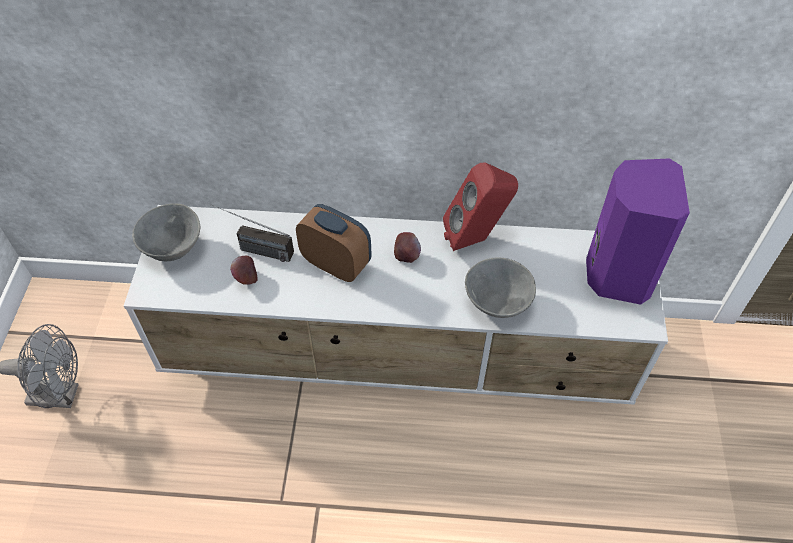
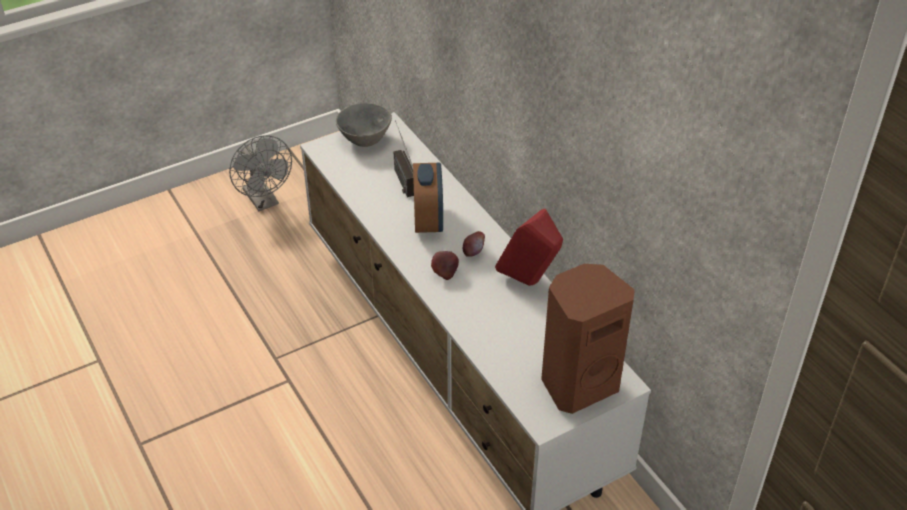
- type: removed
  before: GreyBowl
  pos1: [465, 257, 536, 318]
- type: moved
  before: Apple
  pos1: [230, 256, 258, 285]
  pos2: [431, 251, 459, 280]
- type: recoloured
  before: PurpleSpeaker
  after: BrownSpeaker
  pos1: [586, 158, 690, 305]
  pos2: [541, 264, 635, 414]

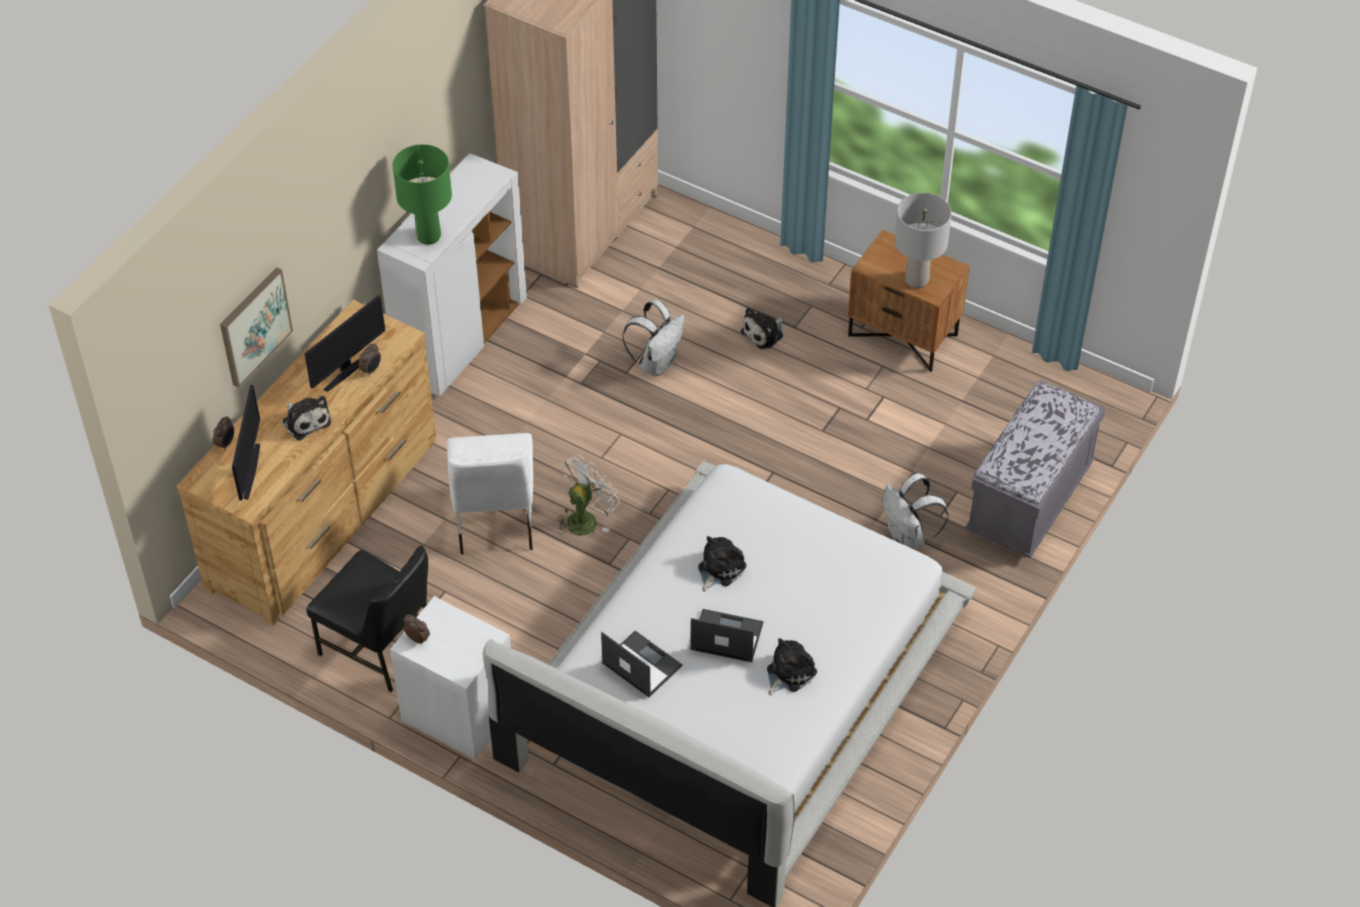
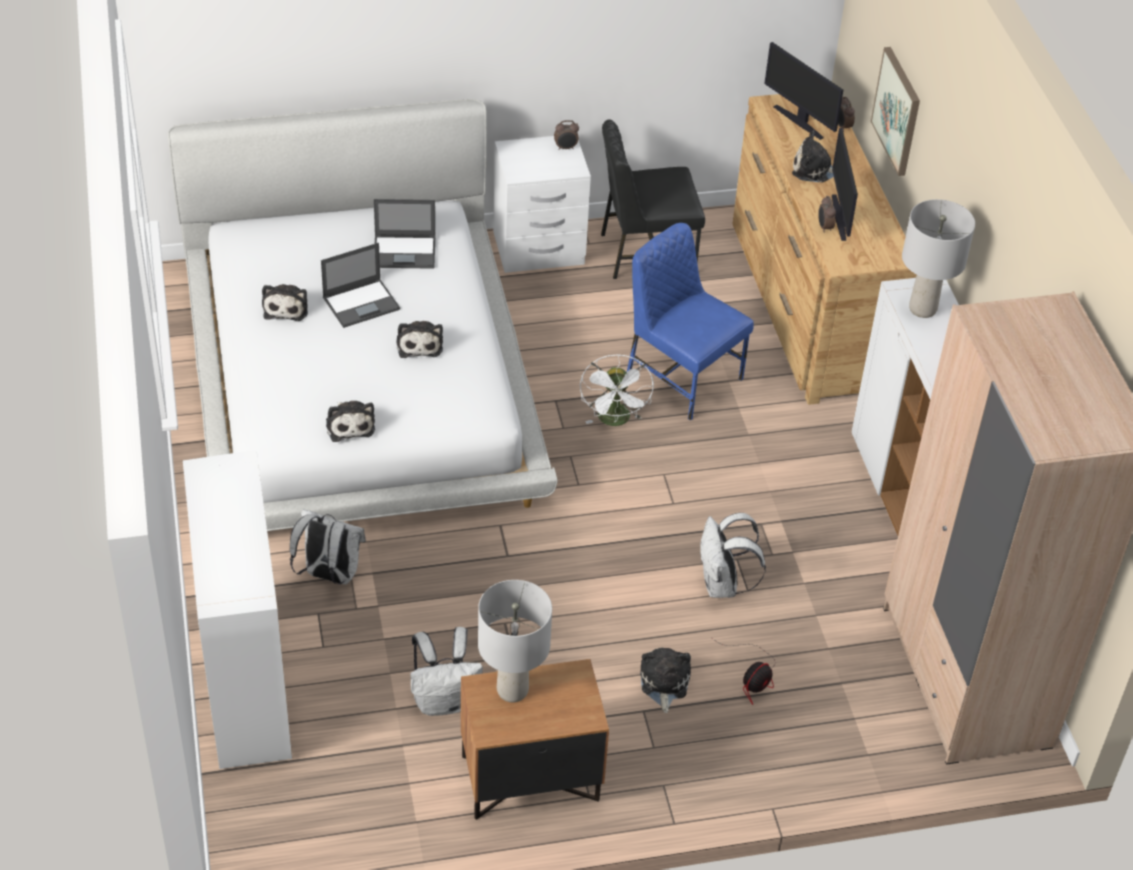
- type: added
  after: PlushToy
  pos2: [326, 401, 375, 442]
- type: added
  after: WhiteBackpack
  pos2: [410, 627, 483, 716]
- type: added
  after: Fan
  pos2: [712, 638, 776, 705]
- type: replaced
  before: GreyBench
  after: WhiteCabinet
  pos1: [965, 380, 1105, 558]
  pos2: [183, 450, 292, 769]
- type: recoloured
  before: GreenTableLamp
  after: GreyTableLamp
  pos1: [393, 144, 452, 245]
  pos2: [902, 199, 975, 318]
- type: recoloured
  before: WhiteChair
  after: BlueChair
  pos1: [447, 433, 533, 555]
  pos2: [627, 223, 754, 421]

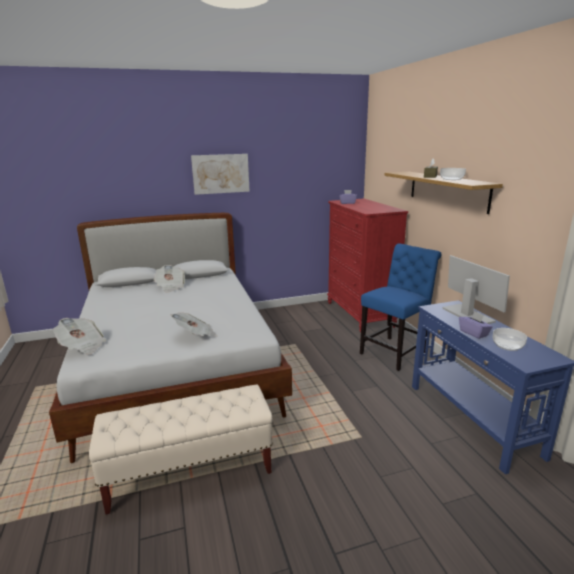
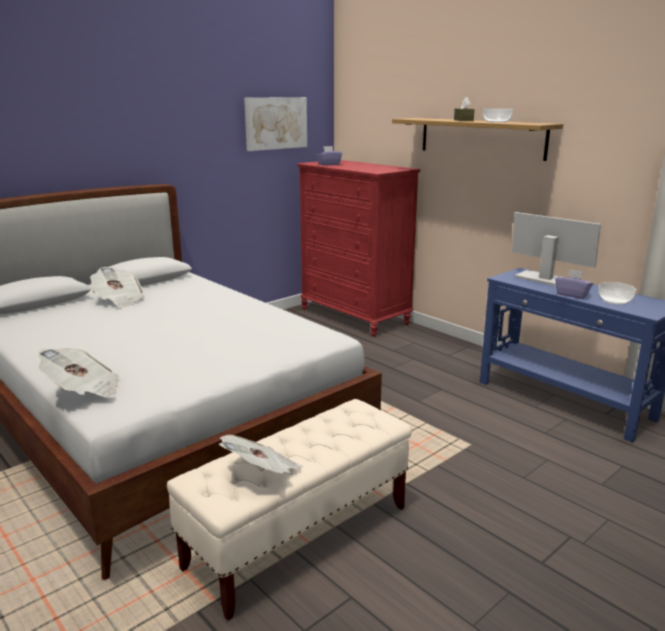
- type: removed
  before: BlueChair
  pos1: [360, 244, 441, 371]
- type: moved
  before: Newspaper
  pos1: [171, 313, 217, 337]
  pos2: [219, 435, 303, 474]
- type: moved
  before: Picture
  pos1: [191, 154, 250, 195]
  pos2: [244, 97, 307, 151]

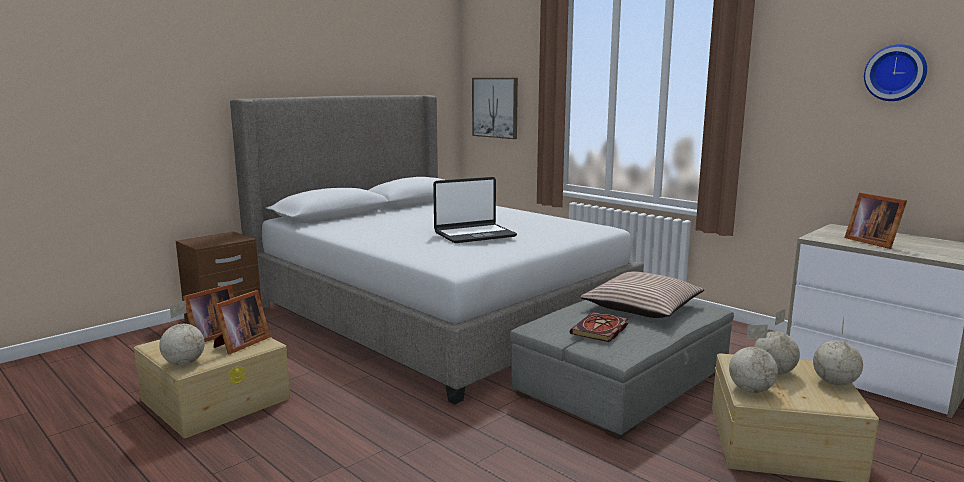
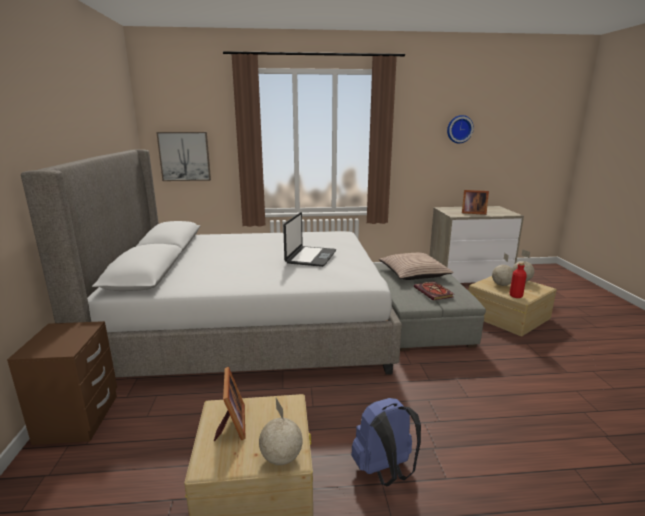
- type: removed
  before: PictureFrame
  pos1: [214, 290, 270, 354]
- type: added
  after: BlueBackpack
  pos2: [351, 398, 421, 486]
- type: replaced
  before: Globe
  after: RedBottle
  pos1: [729, 324, 778, 393]
  pos2: [510, 262, 527, 298]

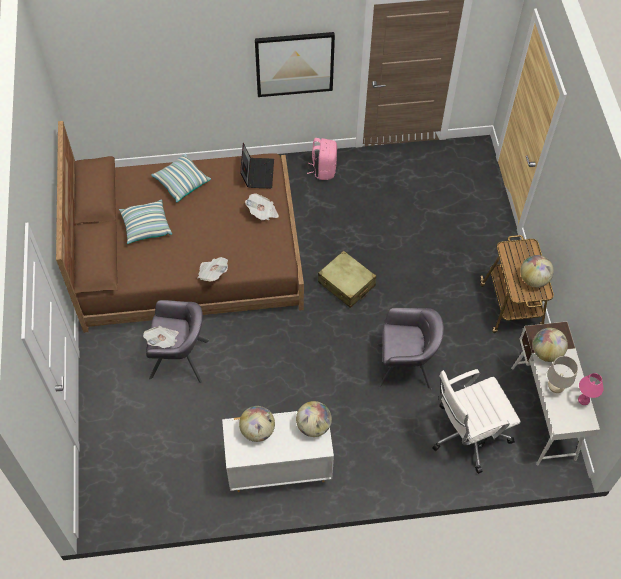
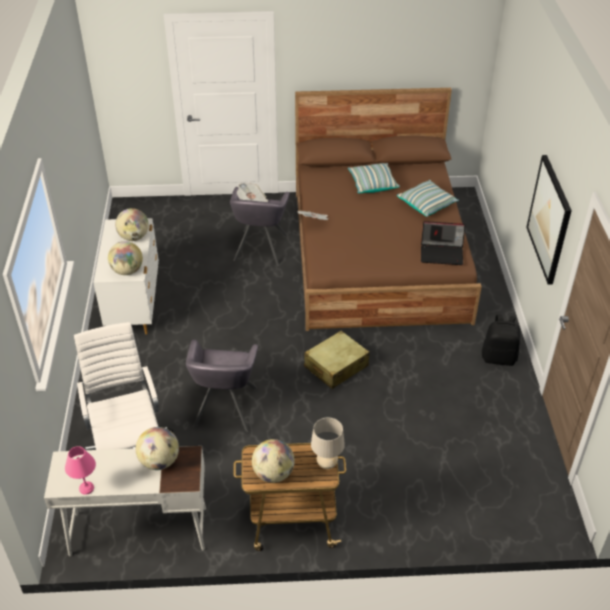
- type: removed
  before: Newspaper
  pos1: [245, 193, 279, 221]
- type: moved
  before: BeigeTableLamp
  pos1: [547, 356, 578, 393]
  pos2: [311, 418, 345, 469]
- type: recoloured
  before: PinkBackpack
  after: BlackBackpack
  pos1: [307, 138, 337, 180]
  pos2: [482, 315, 520, 366]

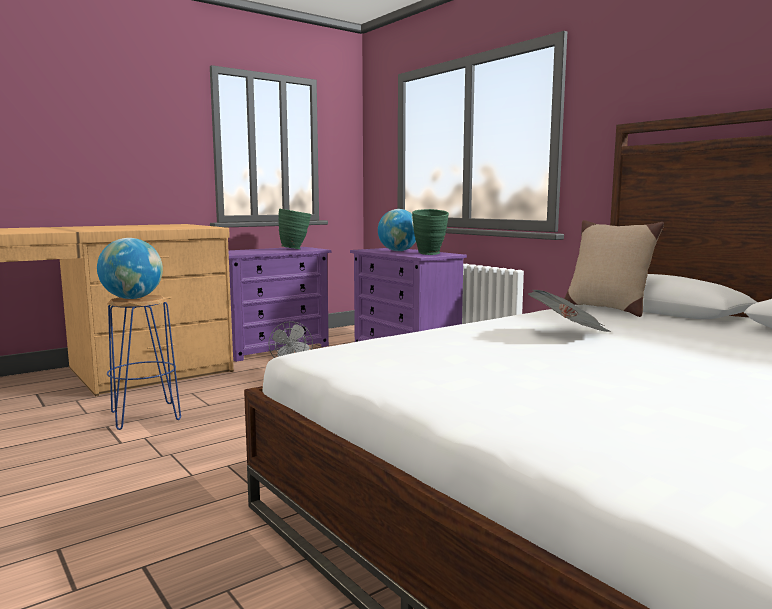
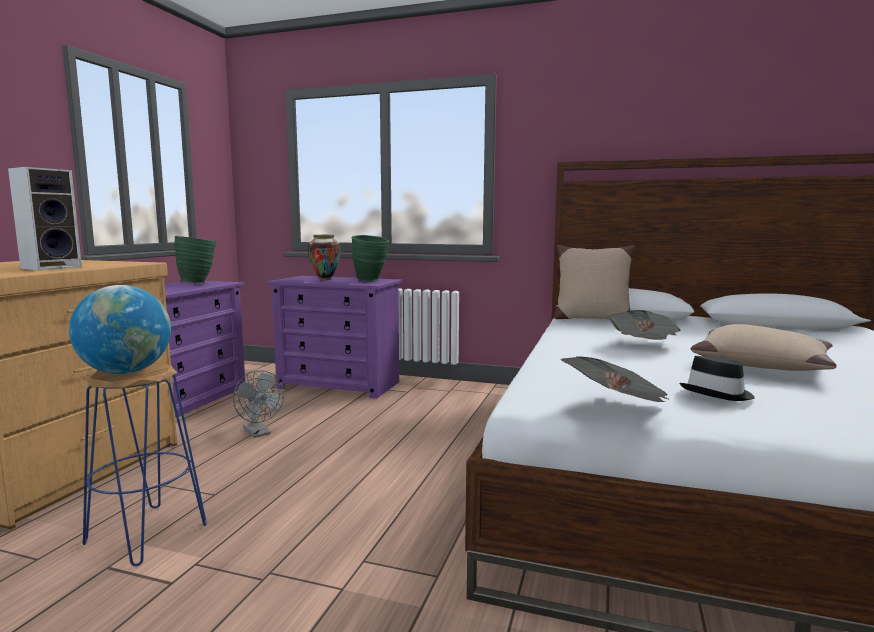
- type: added
  after: Speaker
  pos2: [8, 167, 82, 270]
- type: added
  after: Newspaper
  pos2: [560, 357, 670, 402]
- type: added
  after: BlackHat
  pos2: [679, 356, 755, 401]
- type: added
  after: BeigePillow
  pos2: [690, 324, 836, 371]
- type: replaced
  before: Globe
  after: Vase
  pos1: [378, 209, 416, 251]
  pos2: [308, 235, 341, 280]

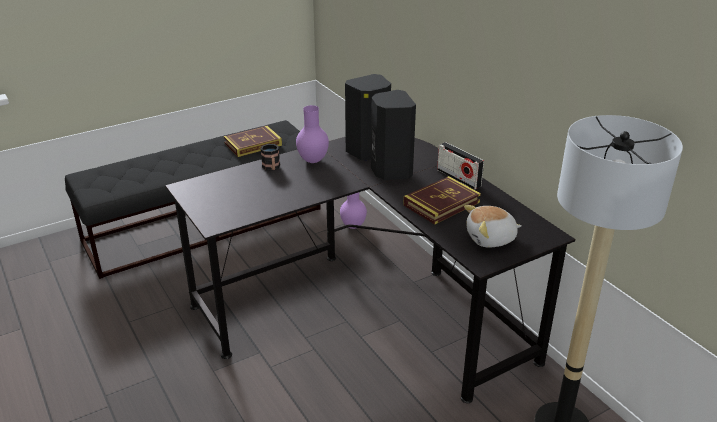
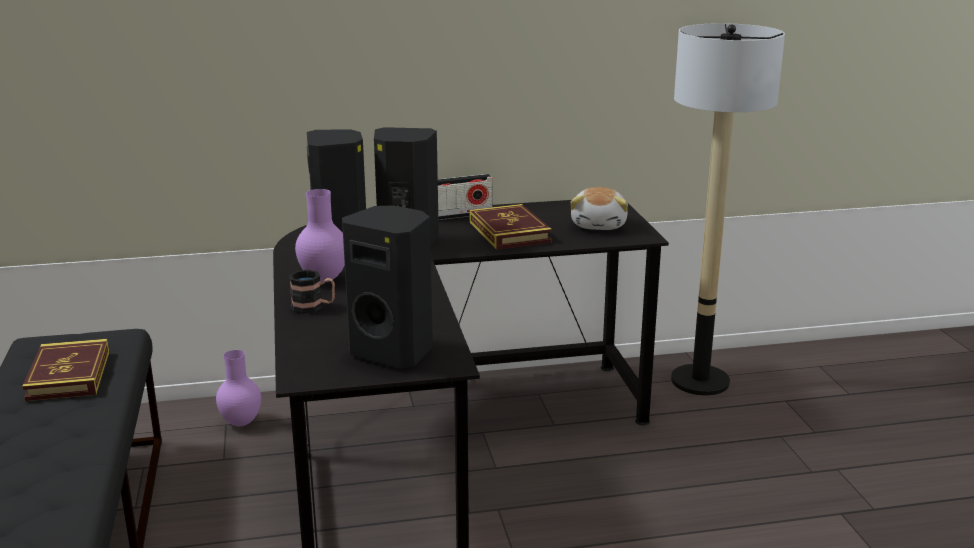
- type: added
  after: BlackSpeaker
  pos2: [342, 205, 433, 369]

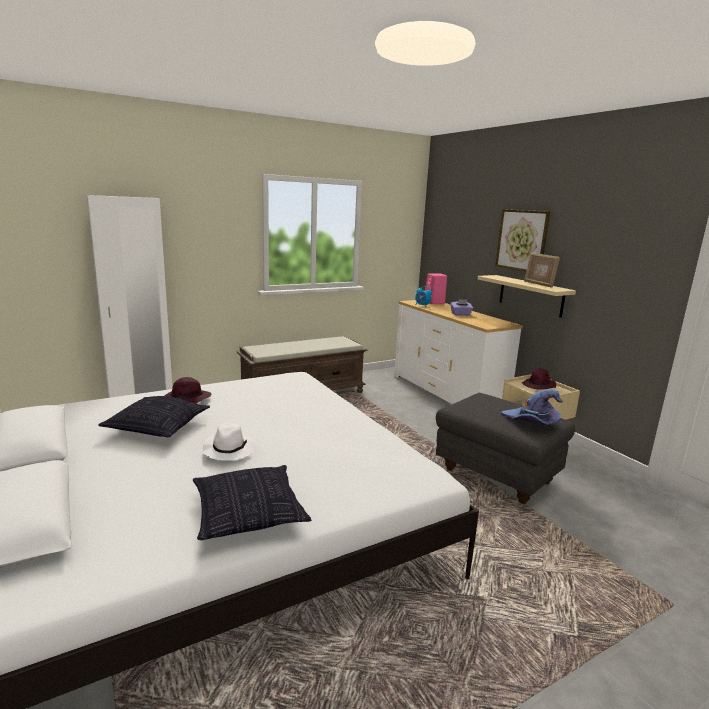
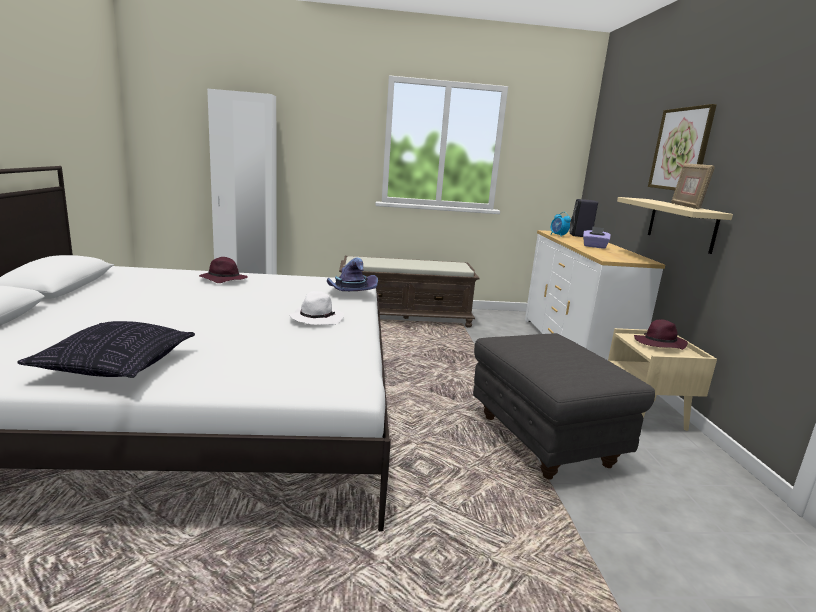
- type: removed
  before: Pillow
  pos1: [98, 396, 210, 437]
- type: moved
  before: WhiteHat
  pos1: [202, 423, 255, 461]
  pos2: [289, 291, 344, 325]
- type: moved
  before: PurpleHat
  pos1: [501, 389, 563, 425]
  pos2: [327, 258, 378, 291]
- type: recoloured
  before: PinkSpeaker
  after: BlackSpeaker
  pos1: [425, 273, 447, 304]
  pos2: [570, 199, 598, 237]

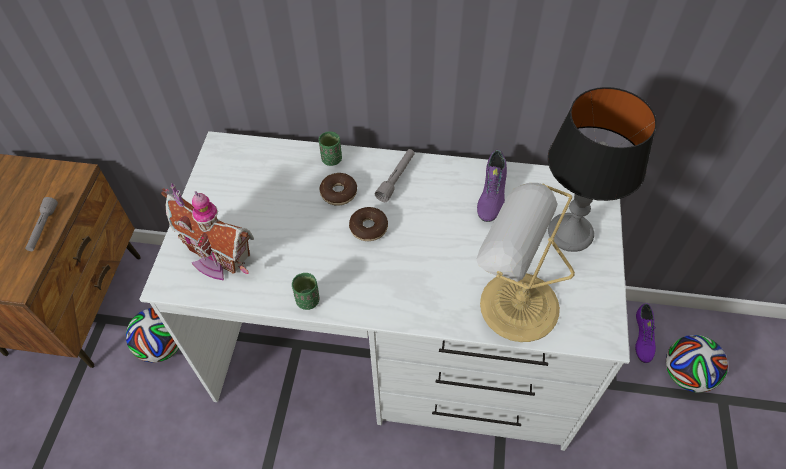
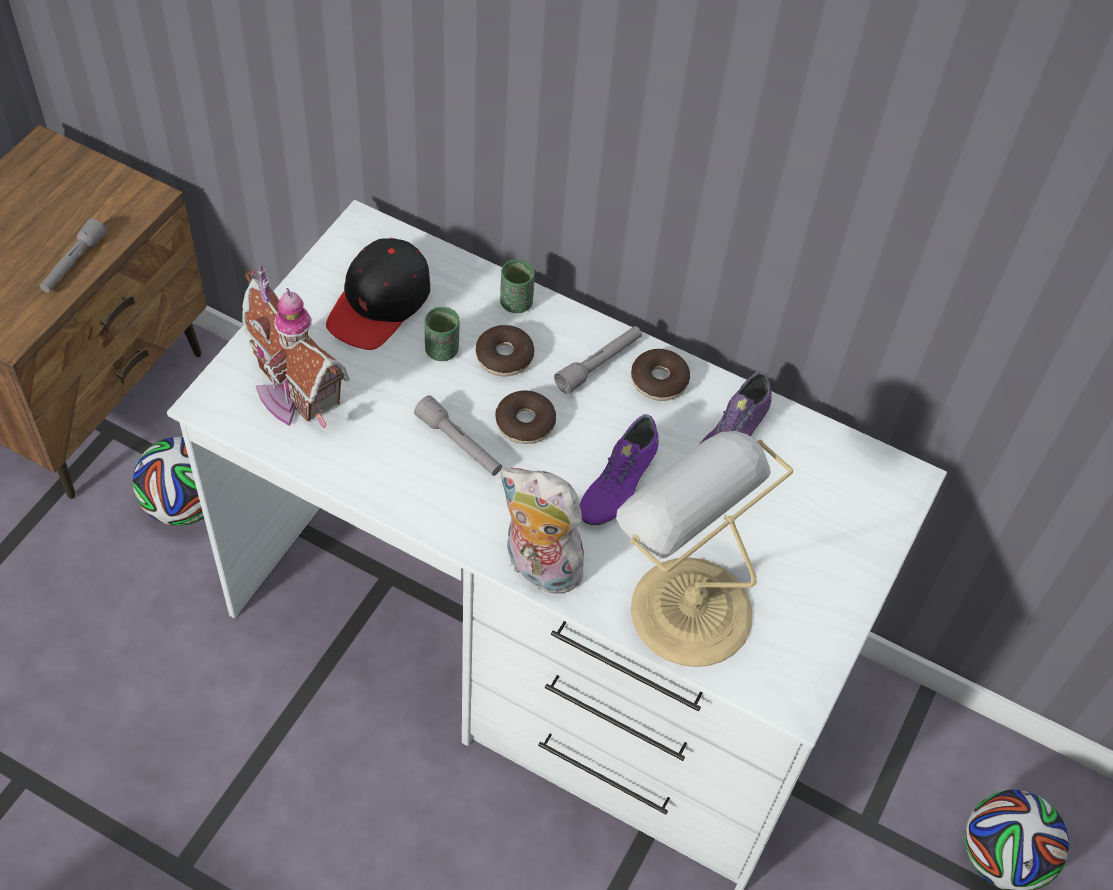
- type: removed
  before: TableLamp
  pos1: [548, 87, 657, 252]
- type: added
  after: BlackCap
  pos2: [326, 238, 430, 350]
- type: added
  after: GreyFlashlight
  pos2: [414, 395, 502, 476]
- type: added
  after: PlushToy
  pos2: [500, 468, 593, 594]
- type: added
  after: Donut
  pos2: [631, 349, 690, 401]
- type: moved
  before: GreenCup
  pos1: [292, 272, 319, 310]
  pos2: [425, 307, 459, 361]
- type: moved
  before: PurpleShoe
  pos1: [635, 303, 656, 363]
  pos2: [580, 414, 659, 525]

